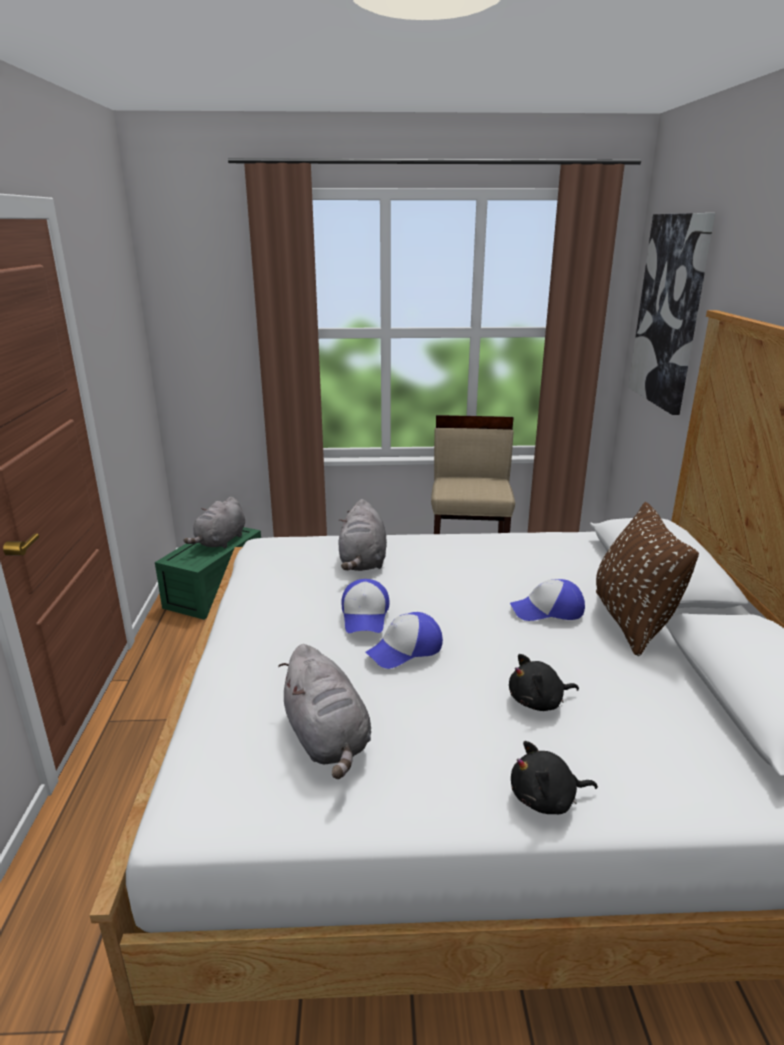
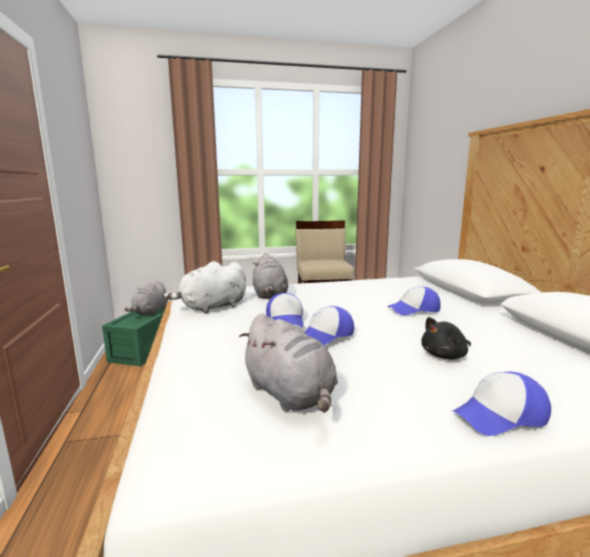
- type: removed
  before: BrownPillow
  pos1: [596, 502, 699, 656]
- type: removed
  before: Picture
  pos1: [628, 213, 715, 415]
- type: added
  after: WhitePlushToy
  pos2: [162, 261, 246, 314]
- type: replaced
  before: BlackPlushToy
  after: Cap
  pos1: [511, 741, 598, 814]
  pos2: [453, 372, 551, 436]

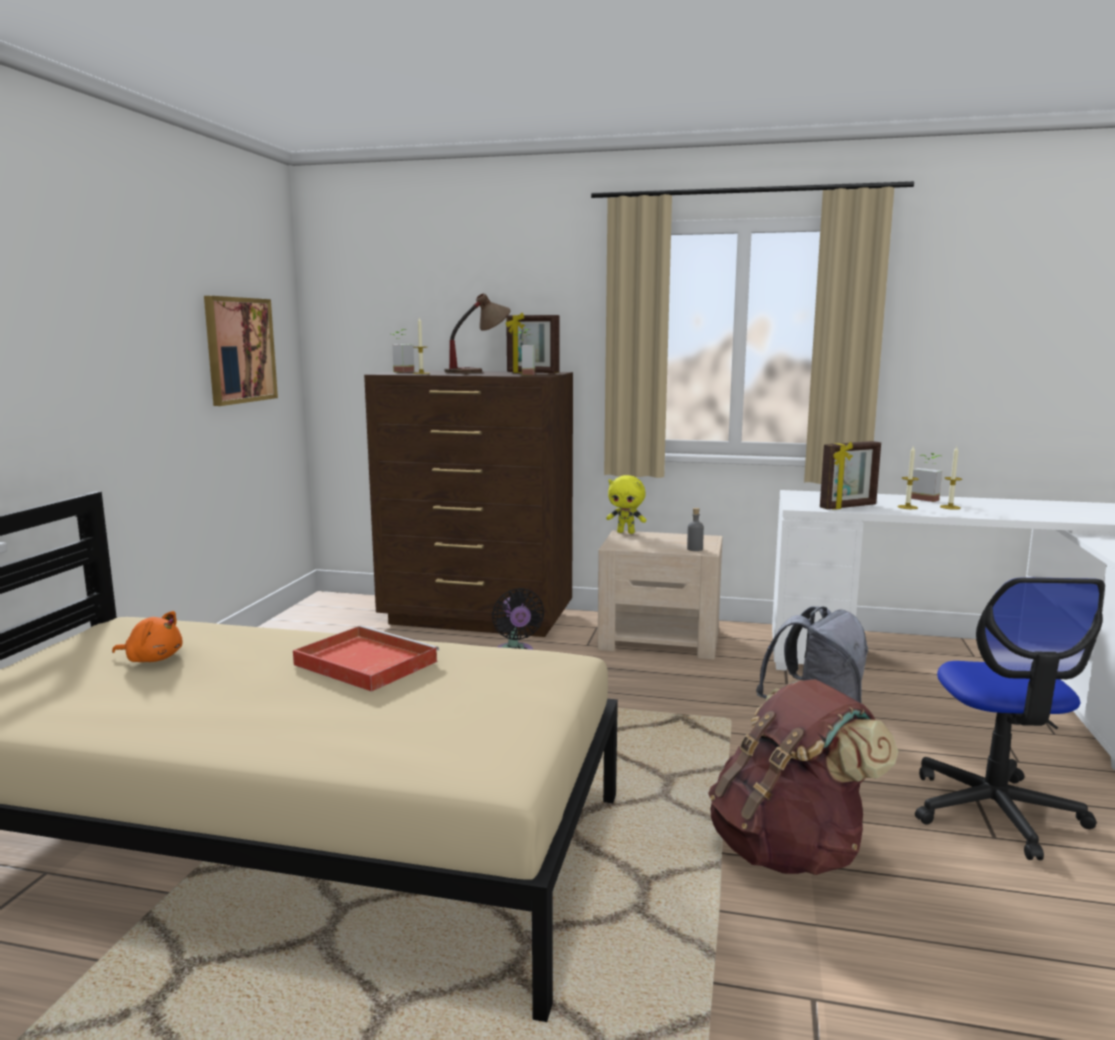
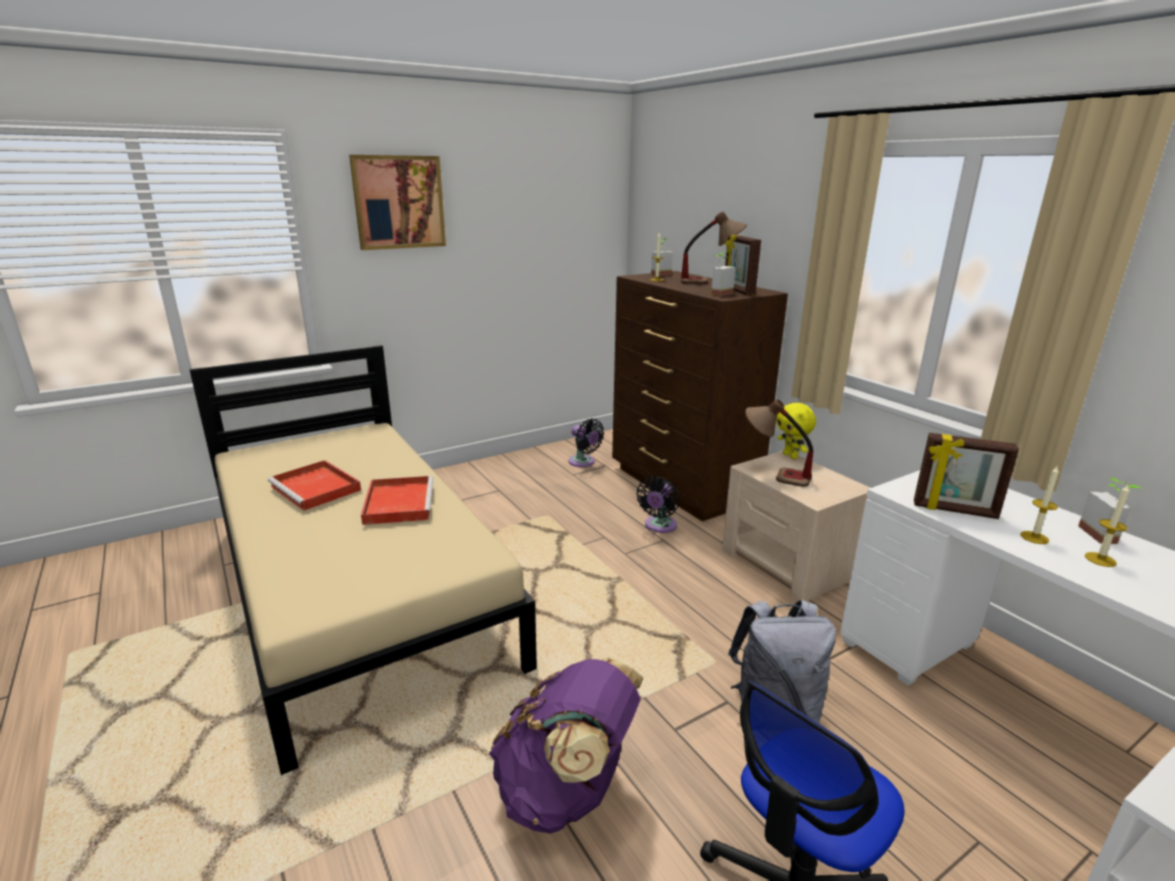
- type: removed
  before: OrangePlushToy
  pos1: [112, 611, 183, 662]
- type: removed
  before: GreyBottle
  pos1: [687, 508, 704, 551]
- type: added
  after: RedTray
  pos2: [268, 460, 361, 511]
- type: added
  after: BlackFan
  pos2: [568, 418, 604, 467]
- type: added
  after: TableLamp
  pos2: [745, 399, 813, 487]
- type: moved
  before: Picture
  pos1: [204, 296, 278, 406]
  pos2: [349, 155, 446, 250]
- type: recoloured
  before: BrownBackpack
  after: PurpleBackpack
  pos1: [708, 679, 898, 875]
  pos2: [489, 657, 643, 834]

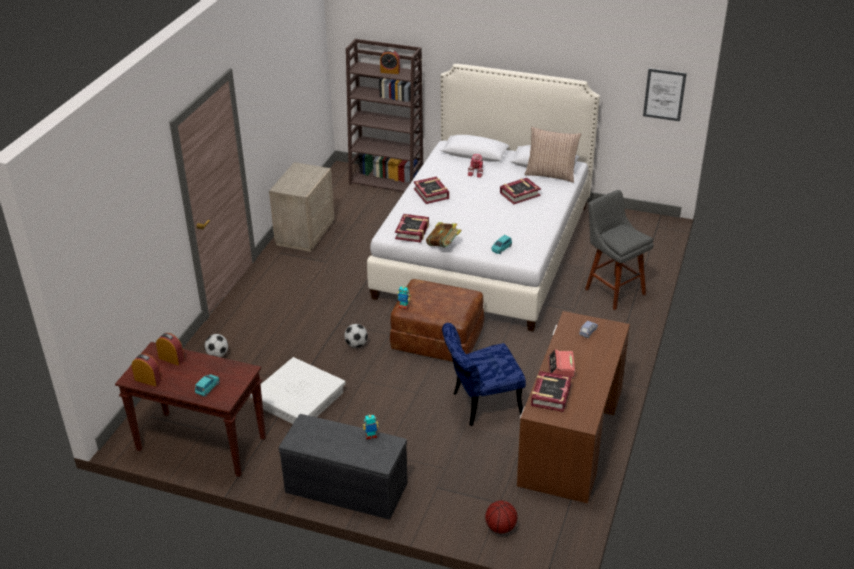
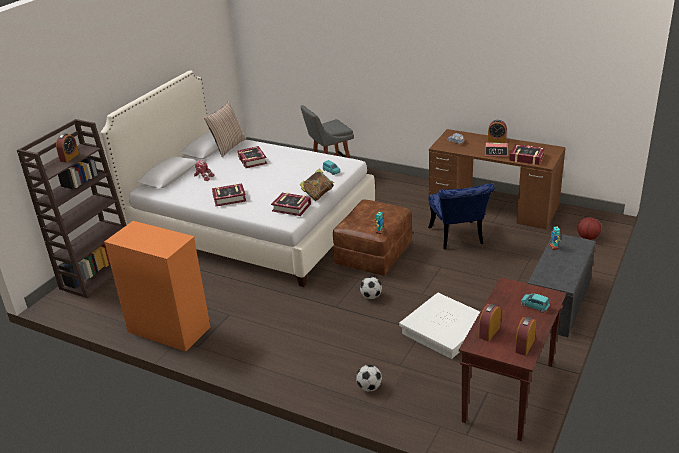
- type: removed
  before: Picture
  pos1: [643, 68, 687, 121]
- type: added
  after: AlarmClock
  pos2: [488, 120, 507, 143]
- type: replaced
  before: BeigeNightstand
  after: OrangeDresser
  pos1: [269, 162, 335, 252]
  pos2: [104, 221, 210, 352]

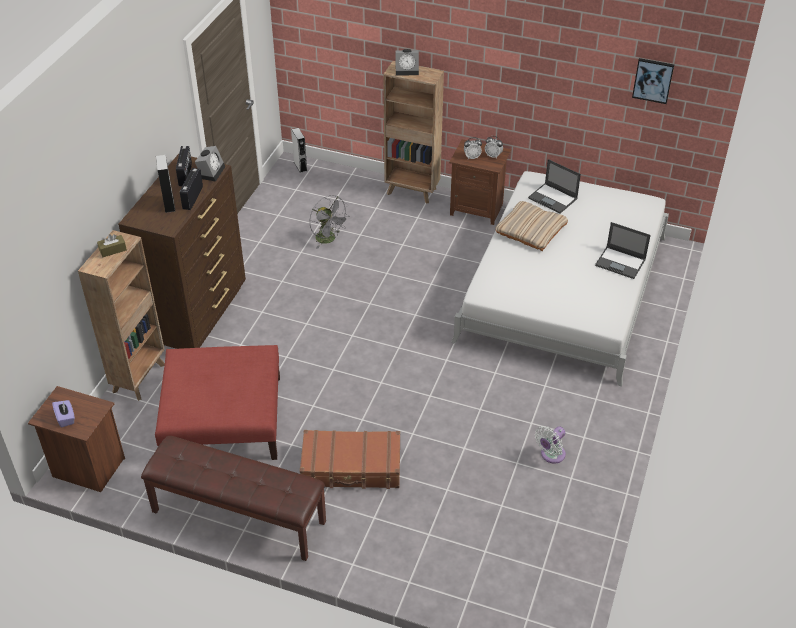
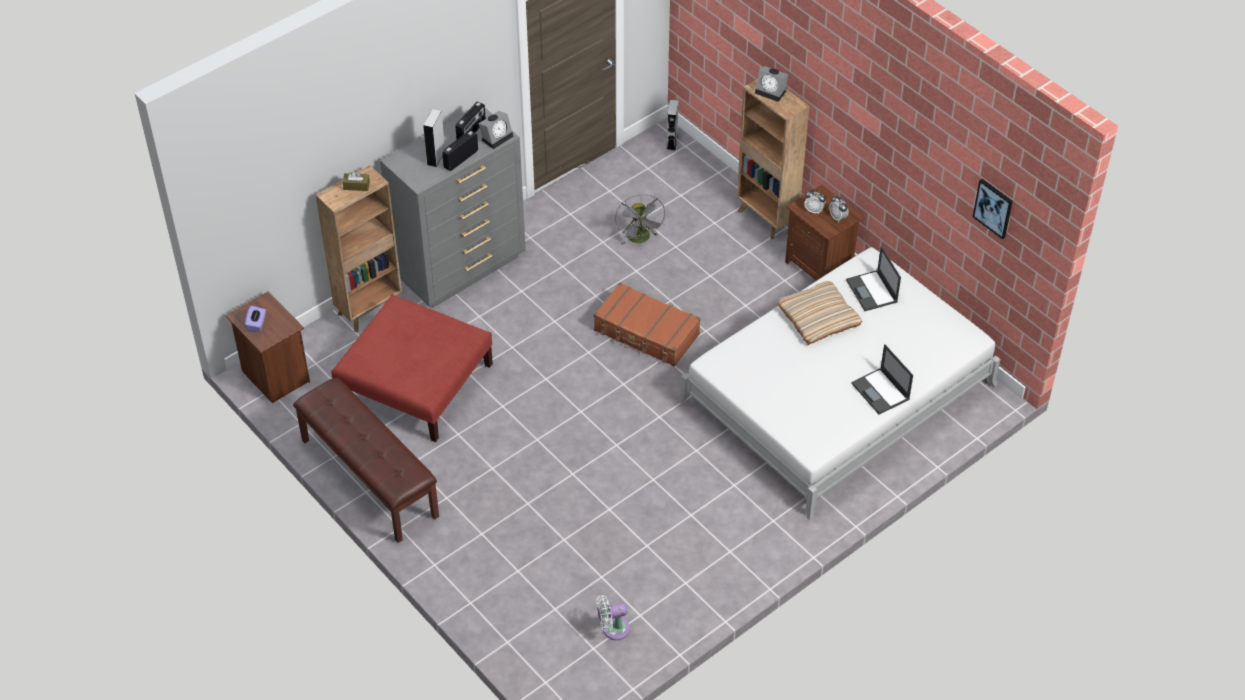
- type: moved
  before: BrownSuitcase
  pos1: [300, 430, 400, 489]
  pos2: [594, 282, 700, 367]
- type: moved
  before: WhiteFan
  pos1: [535, 426, 566, 464]
  pos2: [596, 595, 630, 640]
- type: recoloured
  before: BrownDresser
  after: GreyDresser
  pos1: [118, 154, 246, 349]
  pos2: [380, 108, 526, 308]

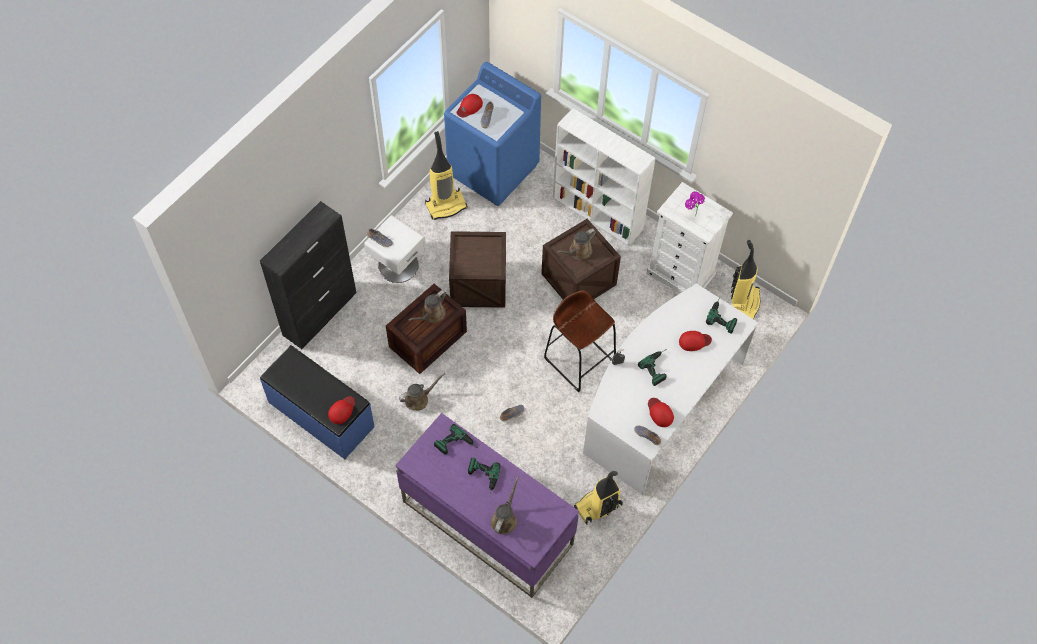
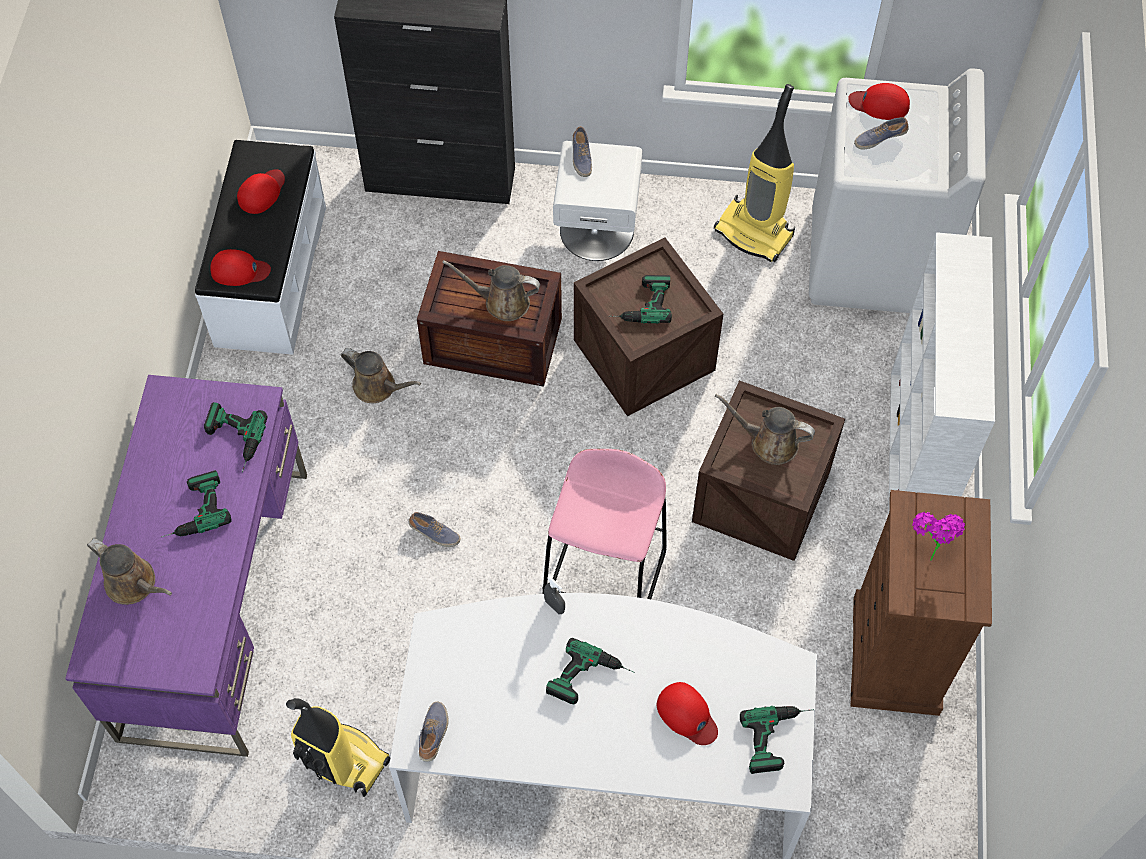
- type: removed
  before: VacuumCleaner
  pos1: [731, 240, 760, 319]
- type: added
  after: PowerDrill
  pos2: [613, 275, 672, 324]
- type: moved
  before: RedCap
  pos1: [648, 398, 674, 427]
  pos2: [237, 169, 285, 214]
- type: recoloured
  before: BlueBench
  after: WhiteBench
  pos1: [260, 345, 375, 459]
  pos2: [195, 140, 326, 355]
- type: recoloured
  before: BlueWashingMachine
  after: WhiteWashingMachine
  pos1: [444, 62, 541, 206]
  pos2: [809, 68, 986, 313]
- type: recoloured
  before: BrownStool
  after: PinkStool
  pos1: [544, 290, 616, 392]
  pos2: [542, 449, 667, 599]
- type: recoloured
  before: WhiteDresser
  after: BrownDresser
  pos1: [647, 182, 733, 294]
  pos2: [850, 490, 992, 716]
- type: turned
  before: BrownWateringCan
  pos1: [490, 476, 519, 535]
  pos2: [87, 538, 172, 605]
  turn: 45

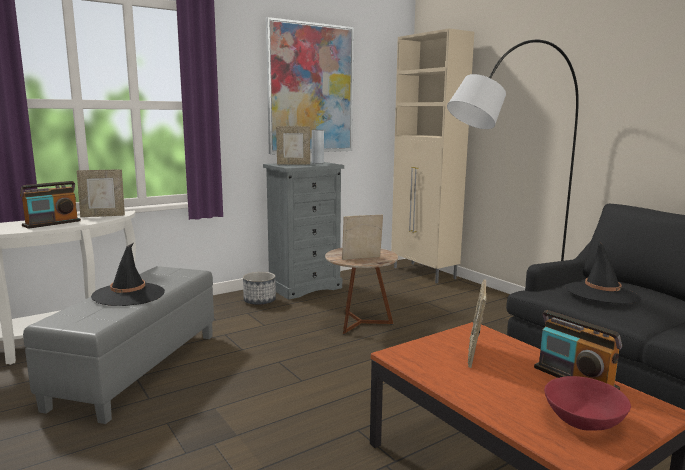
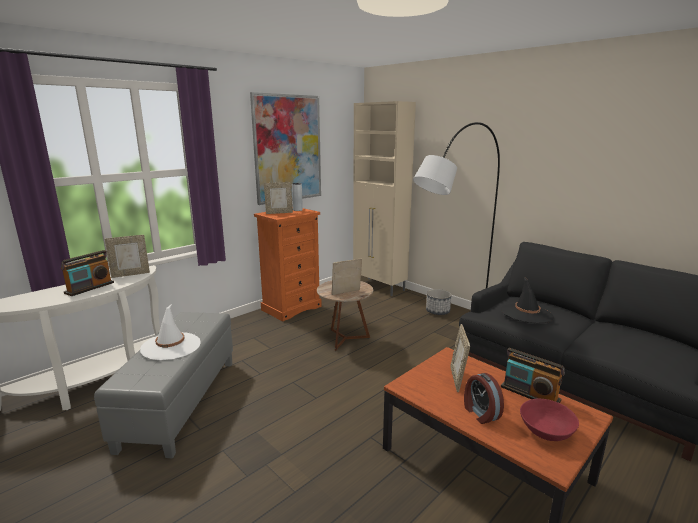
- type: added
  after: AlarmClock
  pos2: [464, 373, 504, 424]
- type: moved
  before: Planter
  pos1: [243, 272, 276, 305]
  pos2: [426, 289, 451, 315]
- type: recoloured
  before: BlackHat
  after: WhiteHat
  pos1: [91, 243, 165, 306]
  pos2: [140, 304, 200, 360]
- type: recoloured
  before: GreyDresser
  after: OrangeDresser
  pos1: [263, 162, 344, 300]
  pos2: [254, 208, 322, 321]

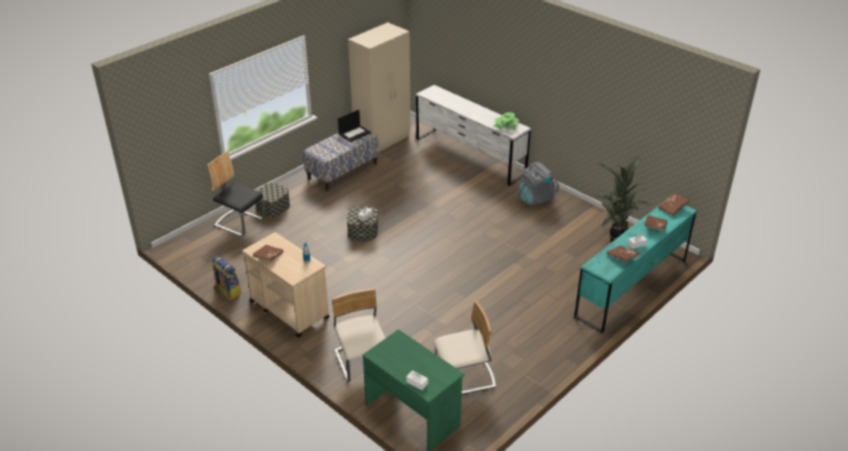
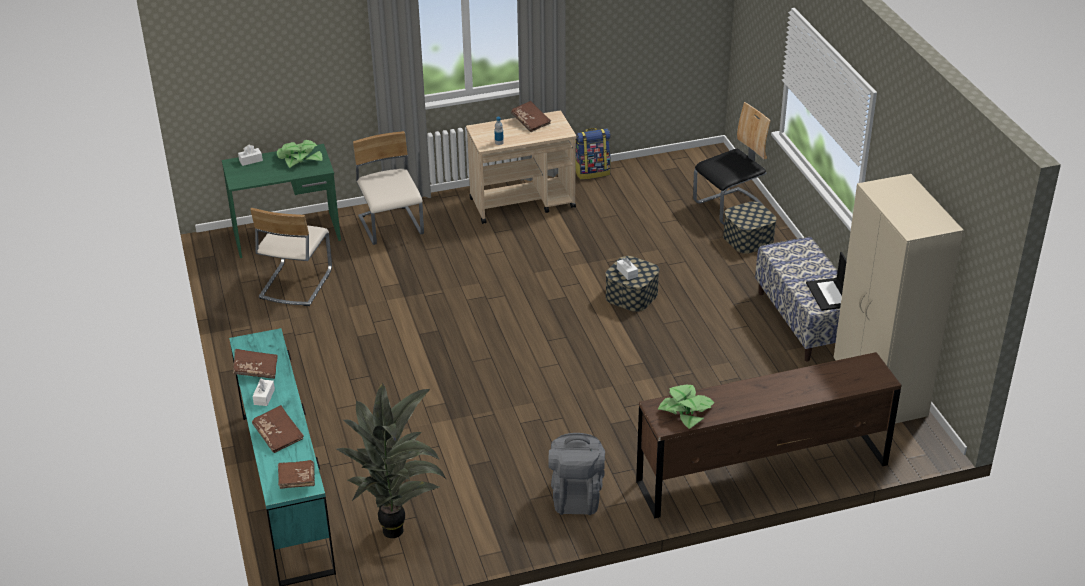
- type: added
  after: PottedPlant
  pos2: [277, 140, 322, 168]
- type: recoloured
  before: WhiteDresser
  after: BrownDresser
  pos1: [416, 85, 531, 186]
  pos2: [636, 352, 901, 518]
- type: turned
  before: BeigeChair
  pos1: [332, 288, 386, 382]
  pos2: [353, 131, 424, 245]
  turn: -120

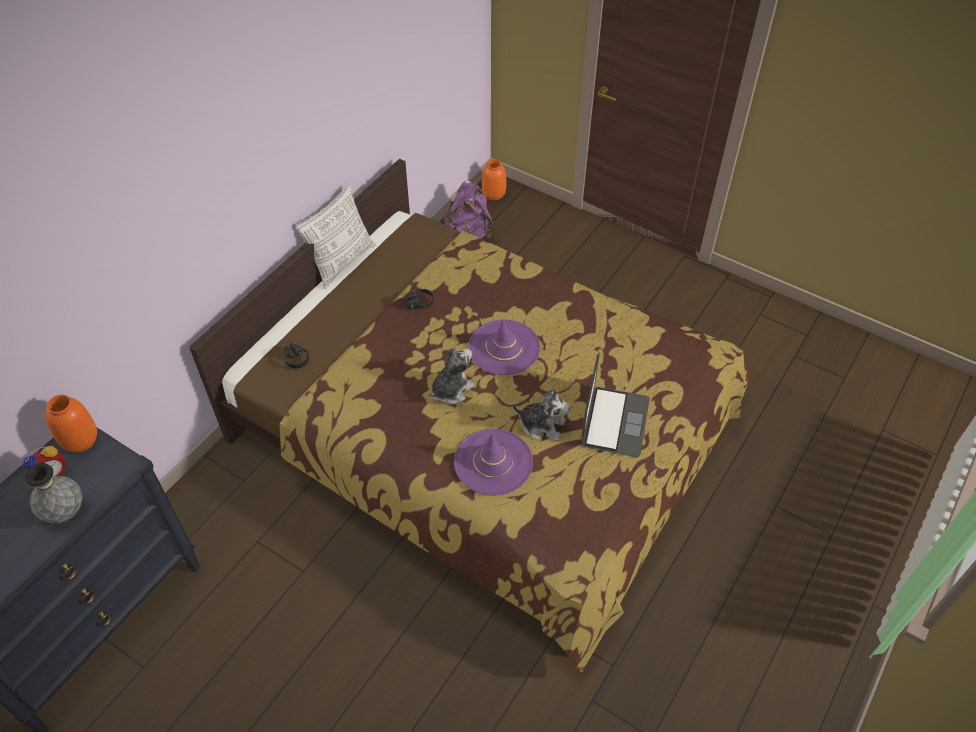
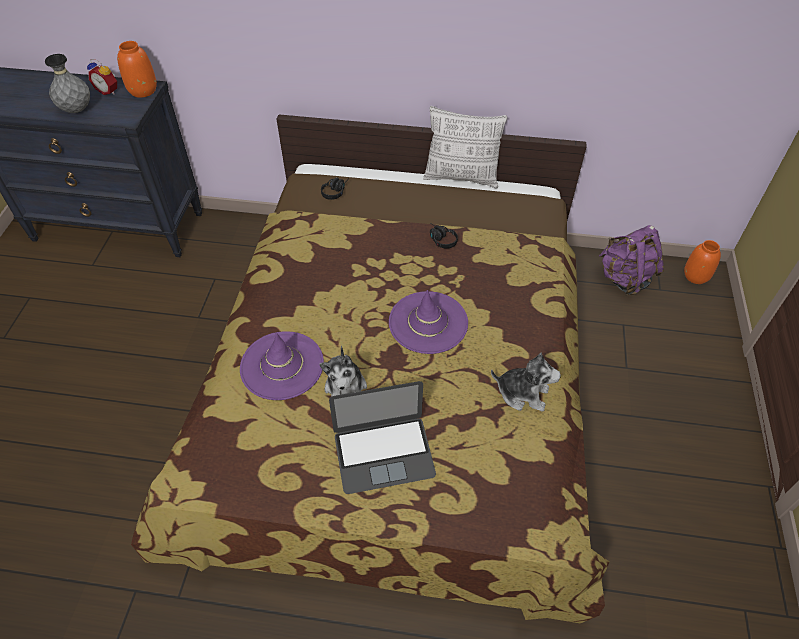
- type: moved
  before: PlushToy
  pos1: [429, 347, 475, 404]
  pos2: [491, 352, 561, 411]

